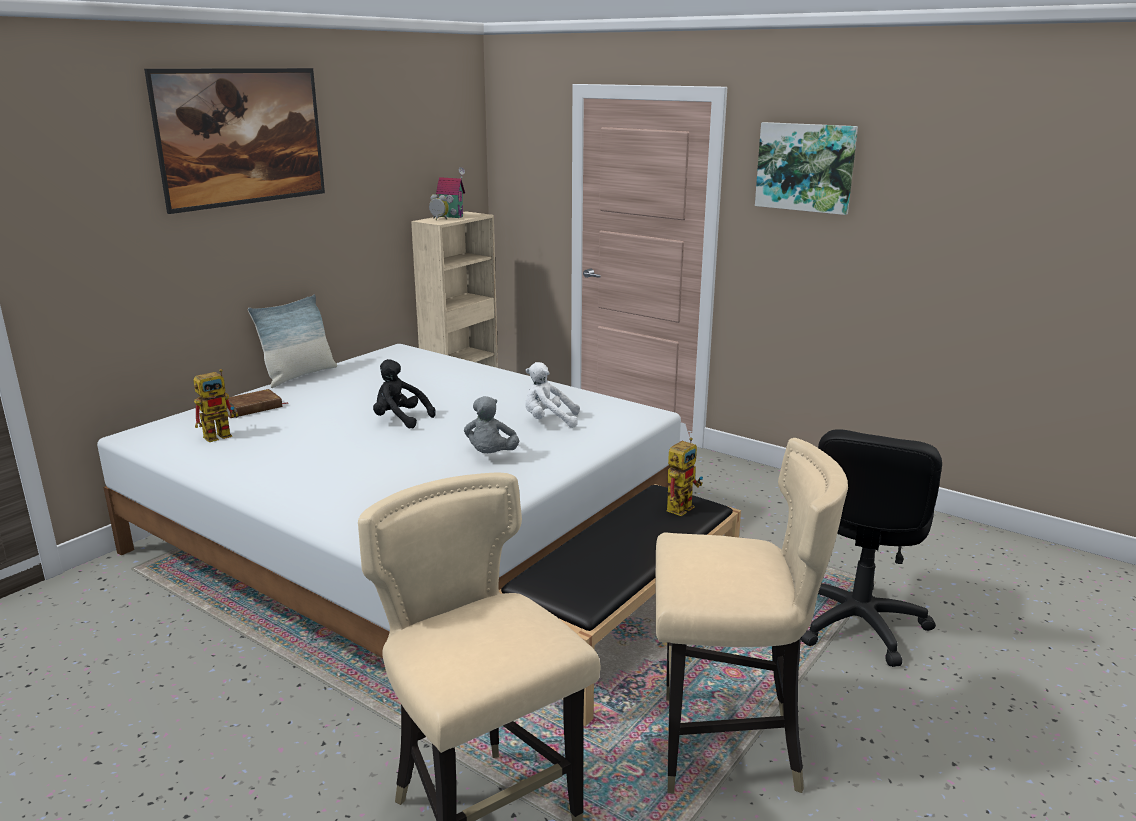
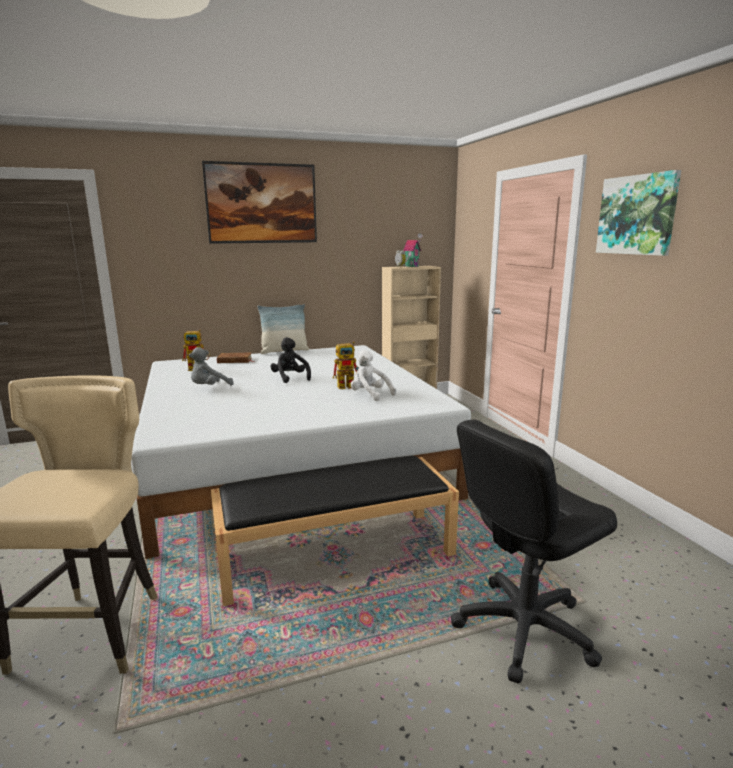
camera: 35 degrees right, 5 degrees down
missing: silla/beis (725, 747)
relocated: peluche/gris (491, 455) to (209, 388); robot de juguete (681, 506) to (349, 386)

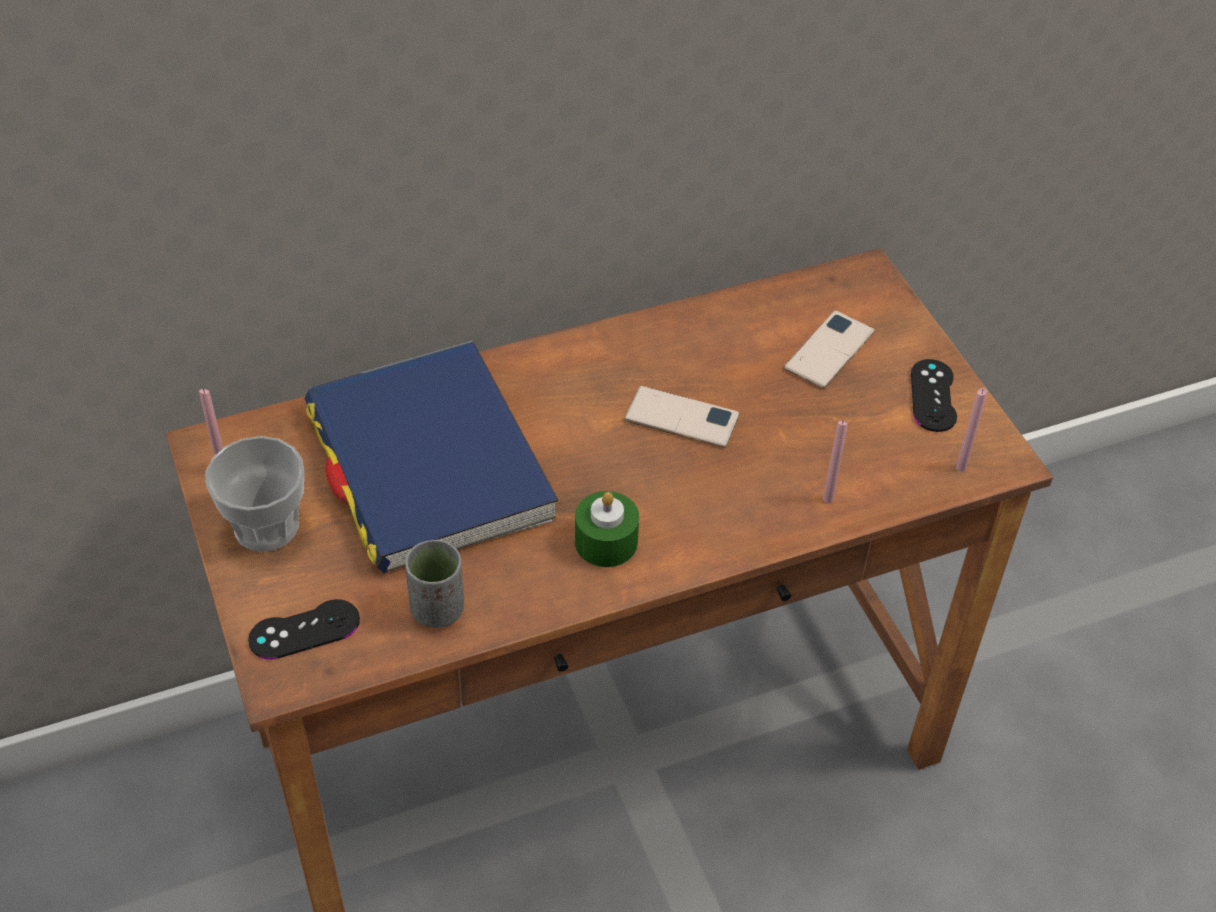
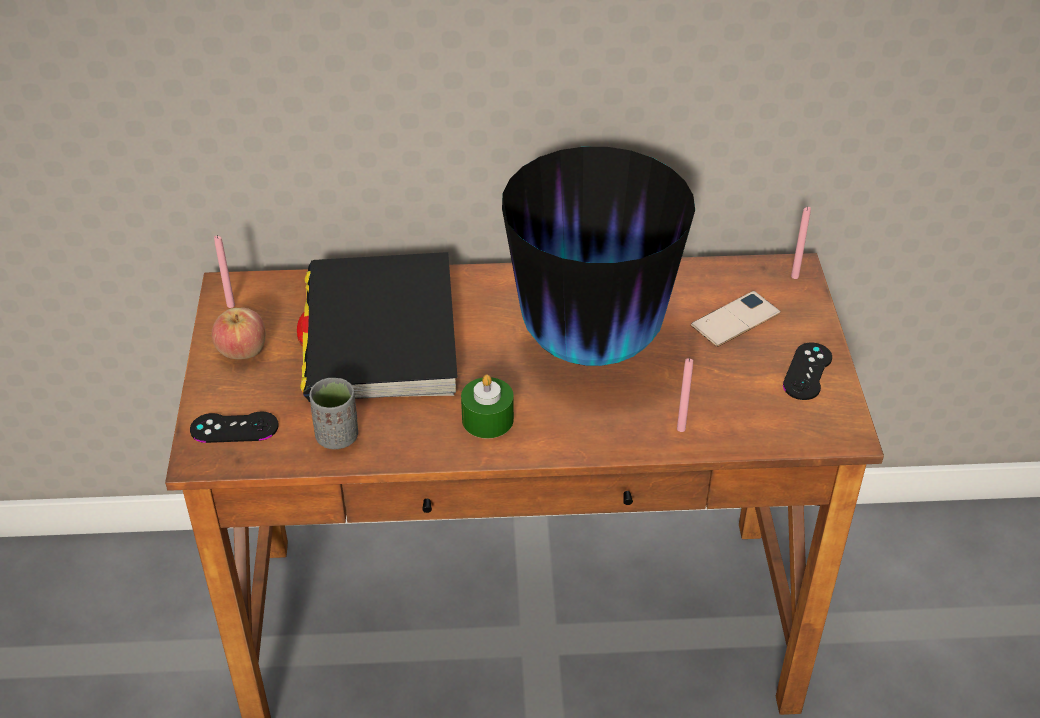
camera: 20 degrees right, 5 degrees down
relocated: vela/rosa (961, 468) to (794, 276)
exchanged: móvil (681, 418) to florero (590, 344); taza (266, 526) to manzana (242, 351)
colour: libro/azul (429, 463) to libro/negro (380, 334)

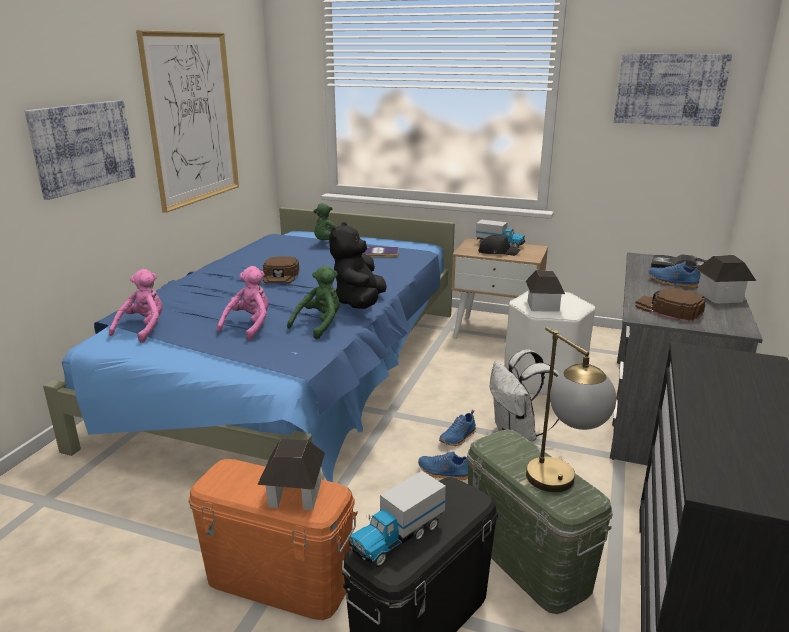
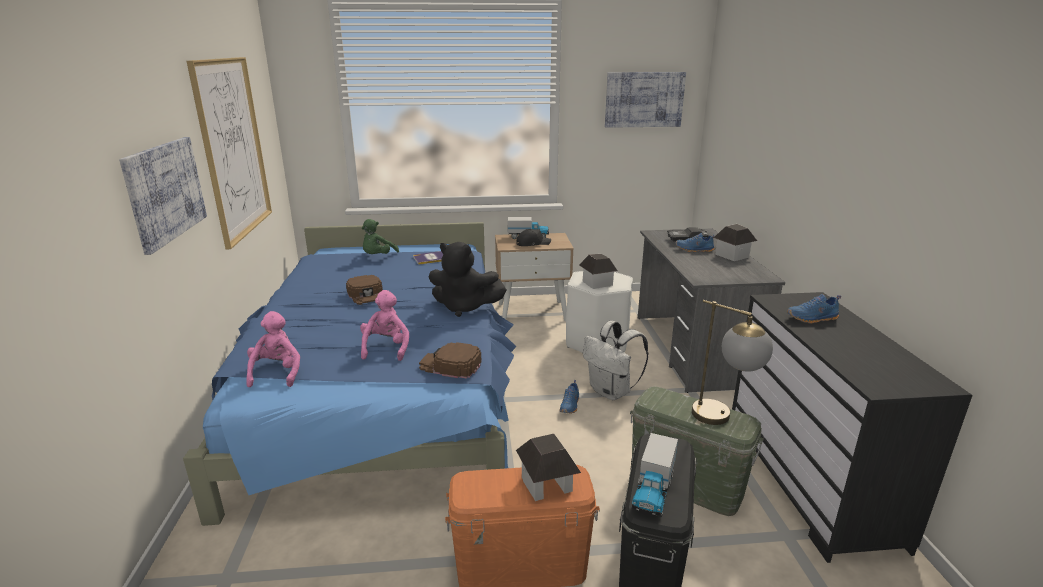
camera: 25 degrees left, 0 degrees up
missing: peluche/verde (319, 325)
relocated: gorra/marrón (669, 309) to (450, 365); zapato/azul (444, 473) to (812, 319)
spun: peluche/negro (359, 303) = (464, 307) 60 degrees counterclockwise

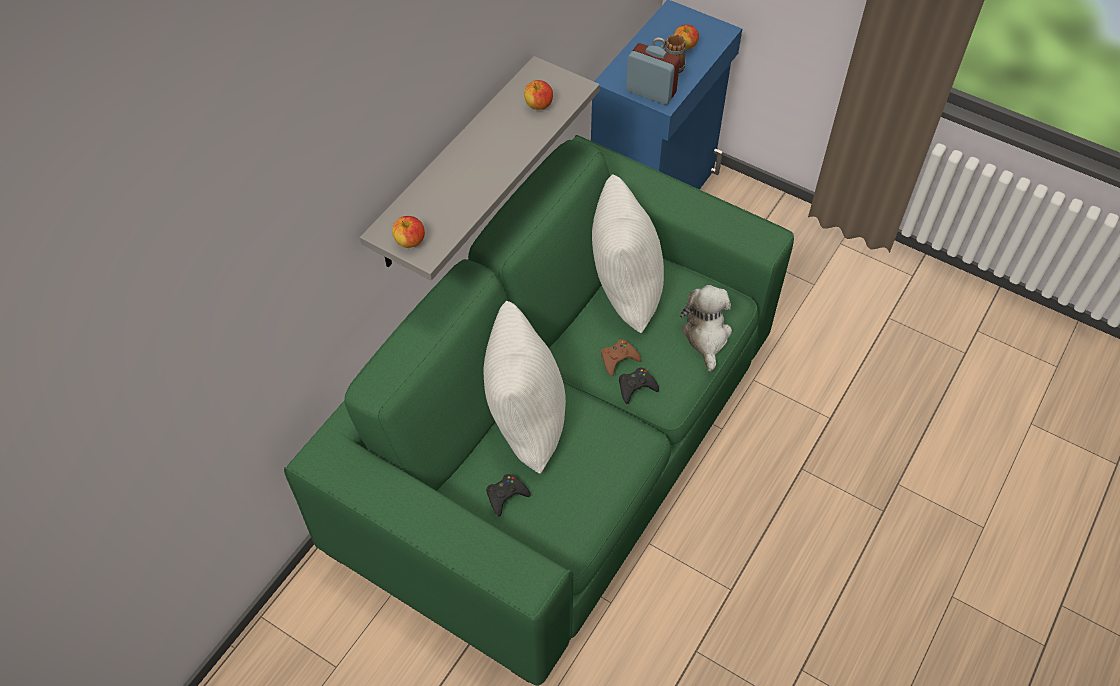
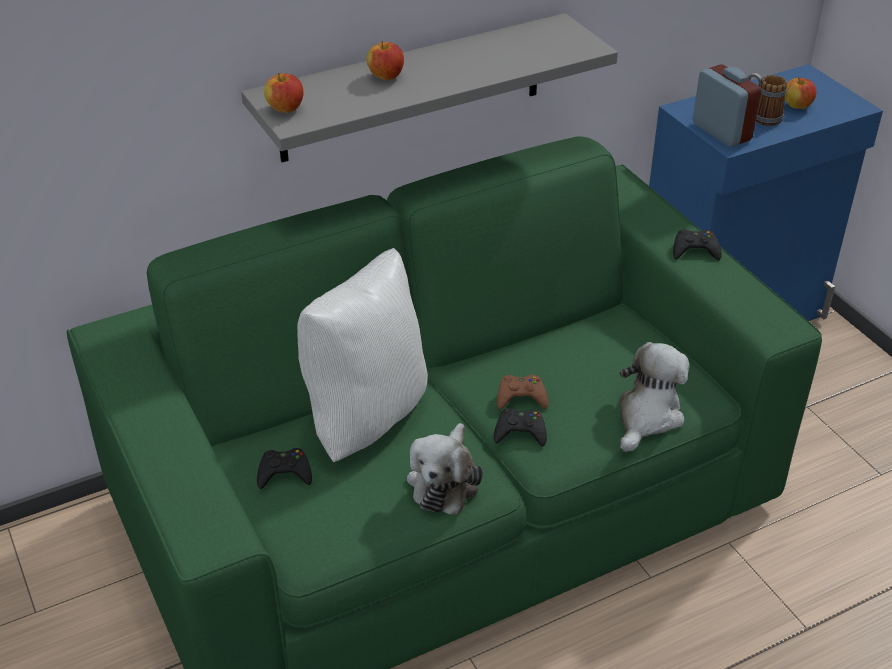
camera: 30 degrees right, 15 degrees down
missing: cojín/blanco (622, 292)
appeared: mando de consola/negro (695, 250); peluche (444, 481)
relocated: manzana (538, 105) to (386, 76)

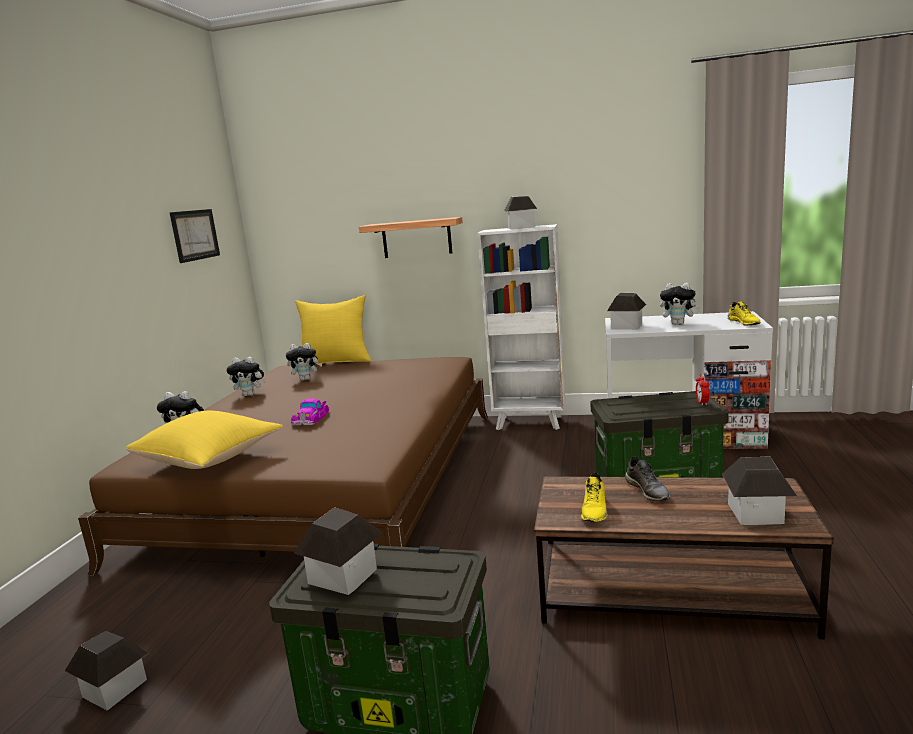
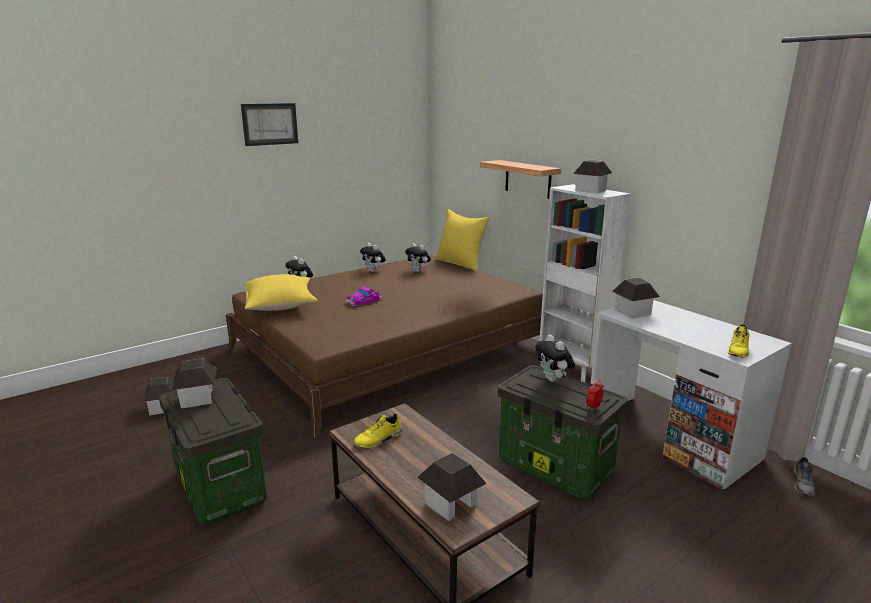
camera: 40 degrees right, 5 degrees up
relocated: cuadro (195, 235) to (270, 124); peluche (679, 324) to (553, 380); zapato/gris (648, 491) to (803, 484)

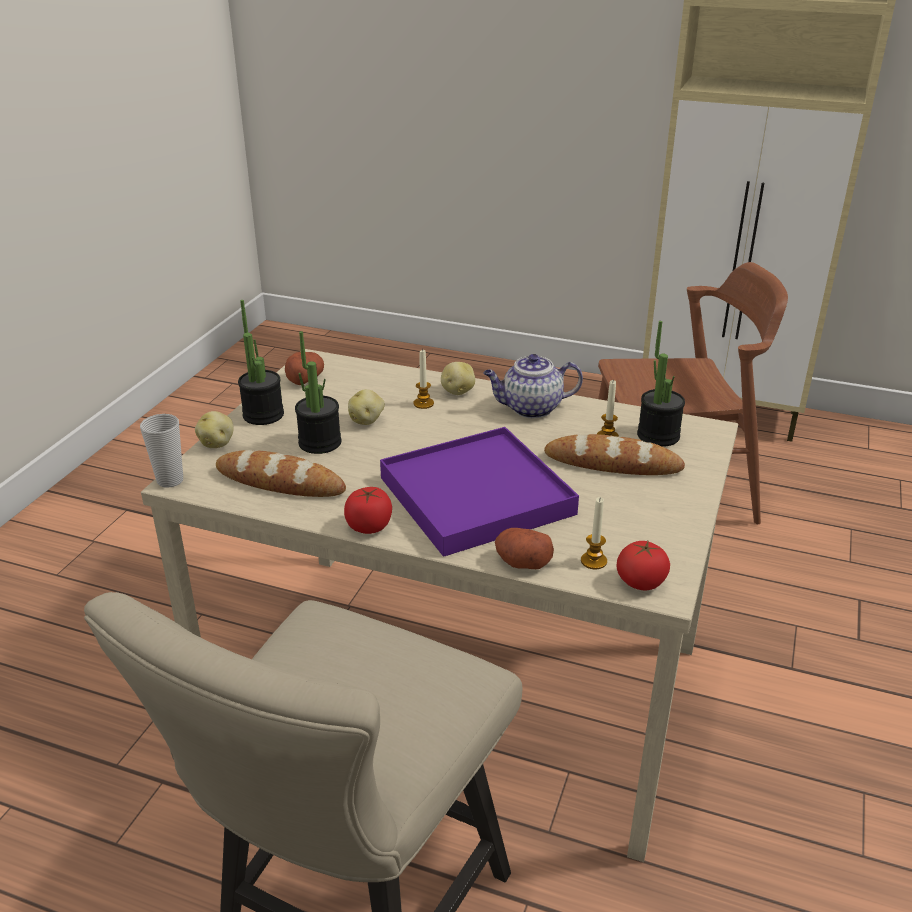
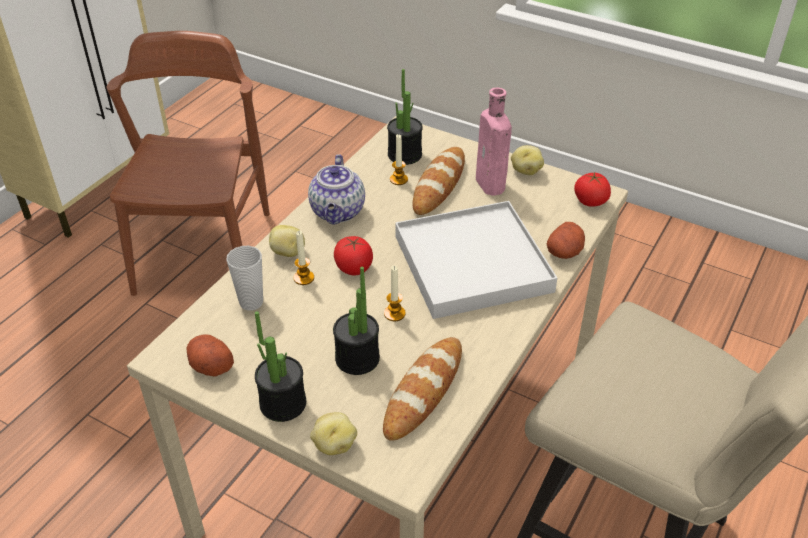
camera: 80 degrees left, 10 degrees up
appeared: botella/rosa (491, 185)
relocated: patata (367, 420) to (526, 170); taza (170, 480) to (251, 302); tomate (369, 526) to (354, 268); vela (593, 561) to (394, 313)
colour: bandeja/morado (477, 496) to bandeja/blanco (472, 263)

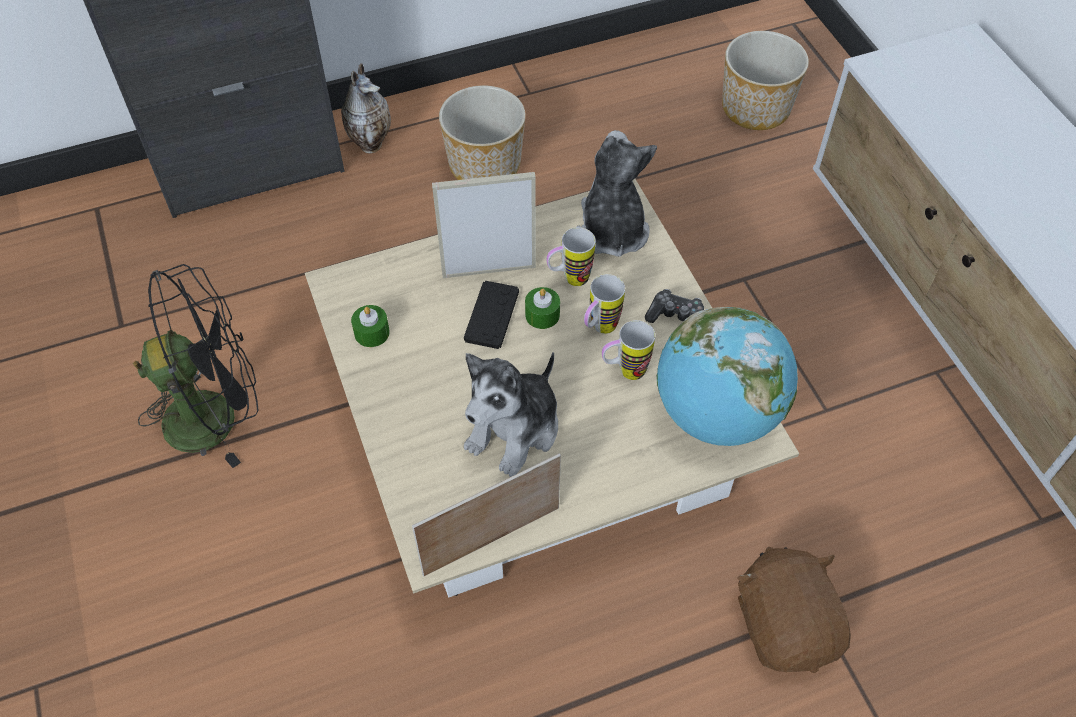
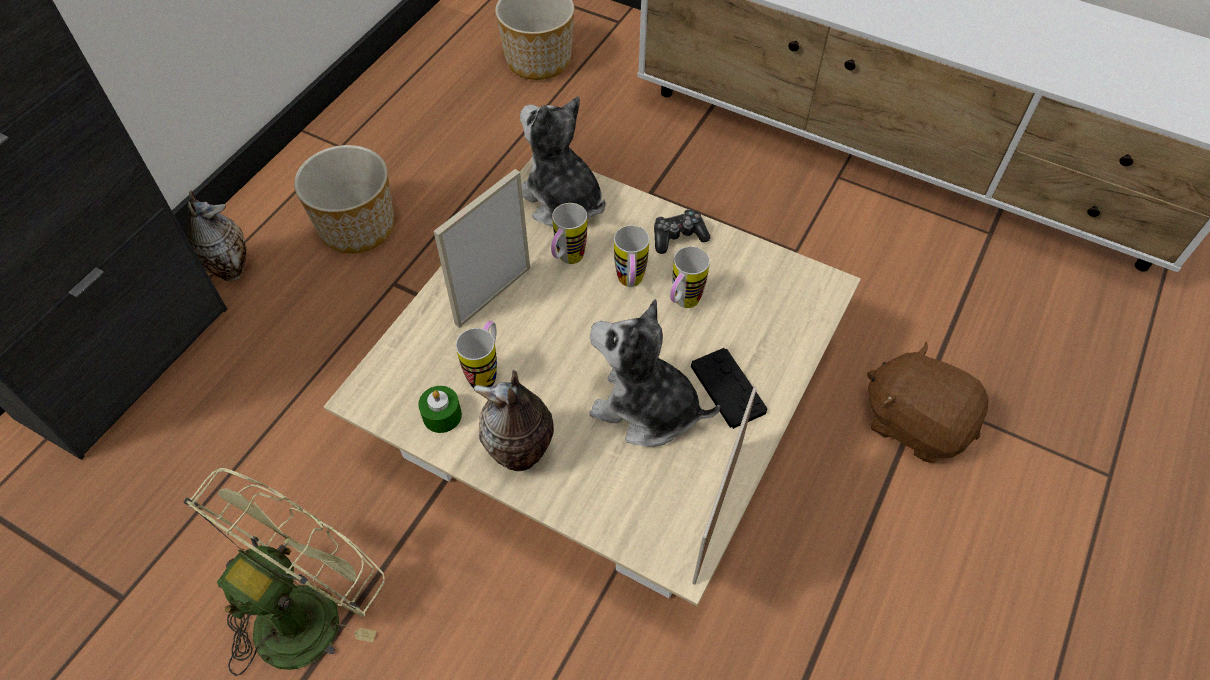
camera: 40 degrees left, 0 degrees up
missing: vela/verde (542, 315); globo terráqueo (717, 414)
appeared: taza grande (486, 372); florero (520, 456)
relocated: mando de consola/negro (492, 315) to (728, 388)
colour: ventilador/negro (216, 414) to ventilador/verde (308, 607)
spun: peluche (515, 430) = (646, 409) 120 degrees clockwise

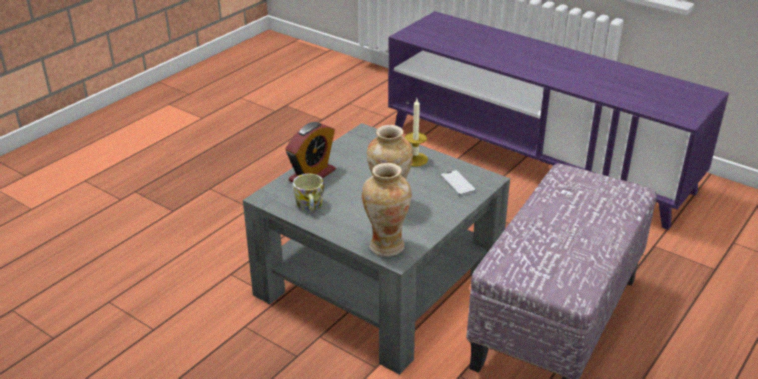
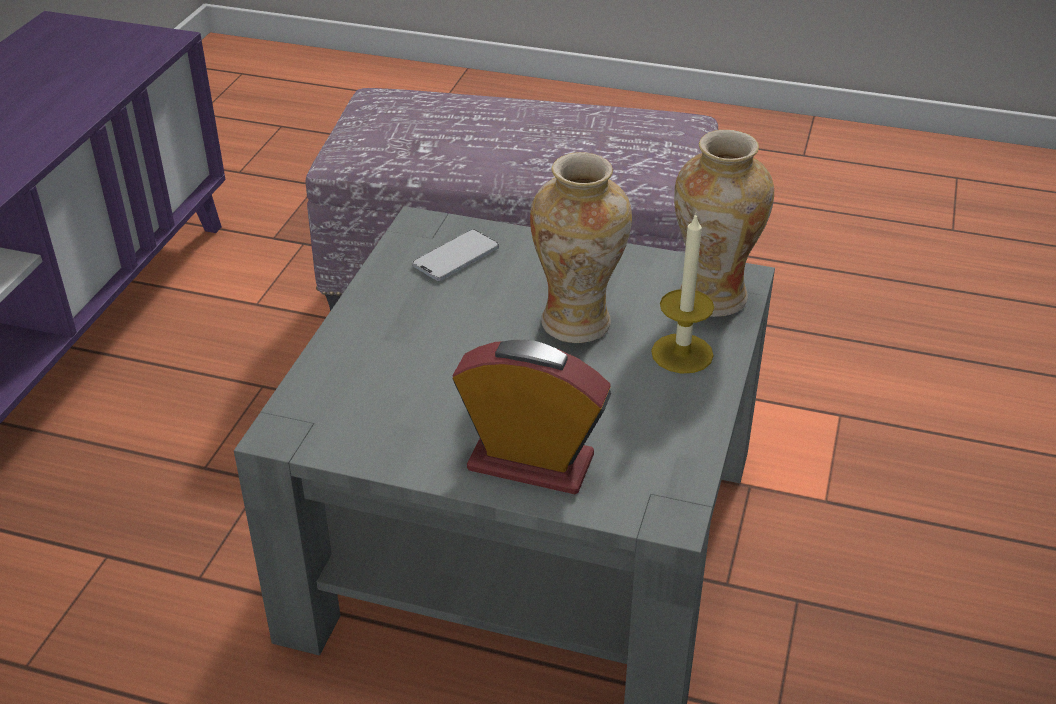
camera: 110 degrees left, 5 degrees up
missing: taza grande (310, 206)
relocated: vela (415, 159) to (682, 353)

